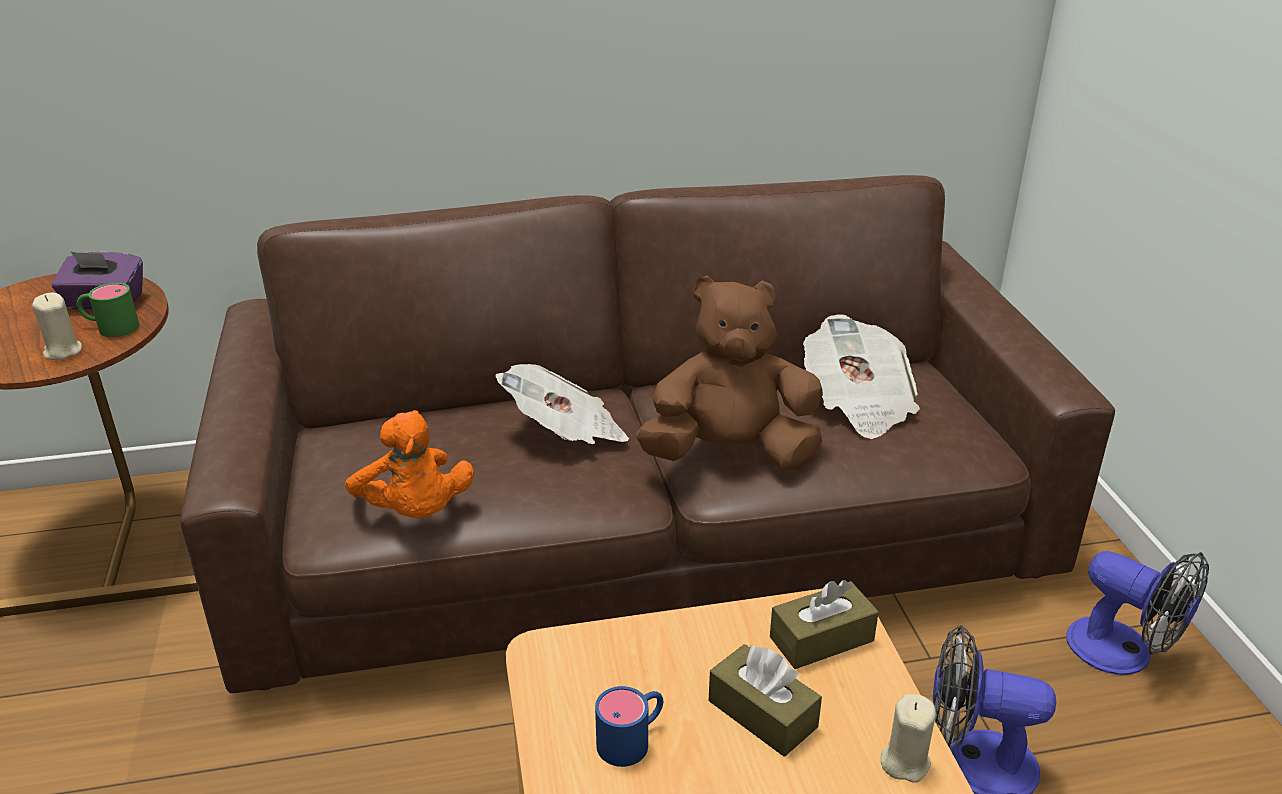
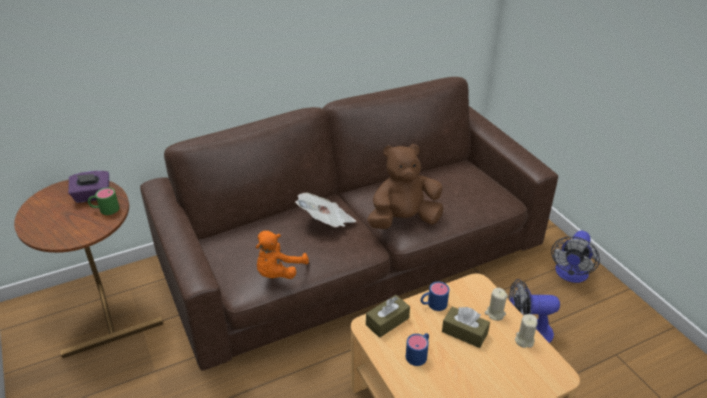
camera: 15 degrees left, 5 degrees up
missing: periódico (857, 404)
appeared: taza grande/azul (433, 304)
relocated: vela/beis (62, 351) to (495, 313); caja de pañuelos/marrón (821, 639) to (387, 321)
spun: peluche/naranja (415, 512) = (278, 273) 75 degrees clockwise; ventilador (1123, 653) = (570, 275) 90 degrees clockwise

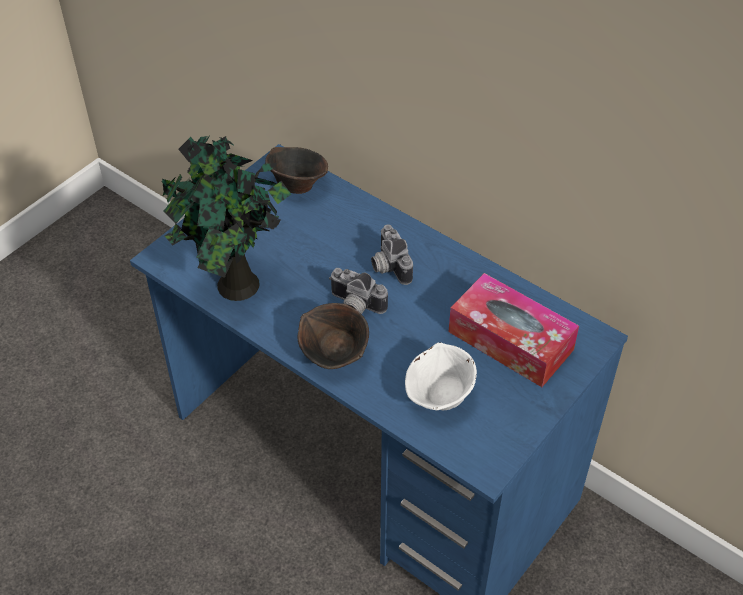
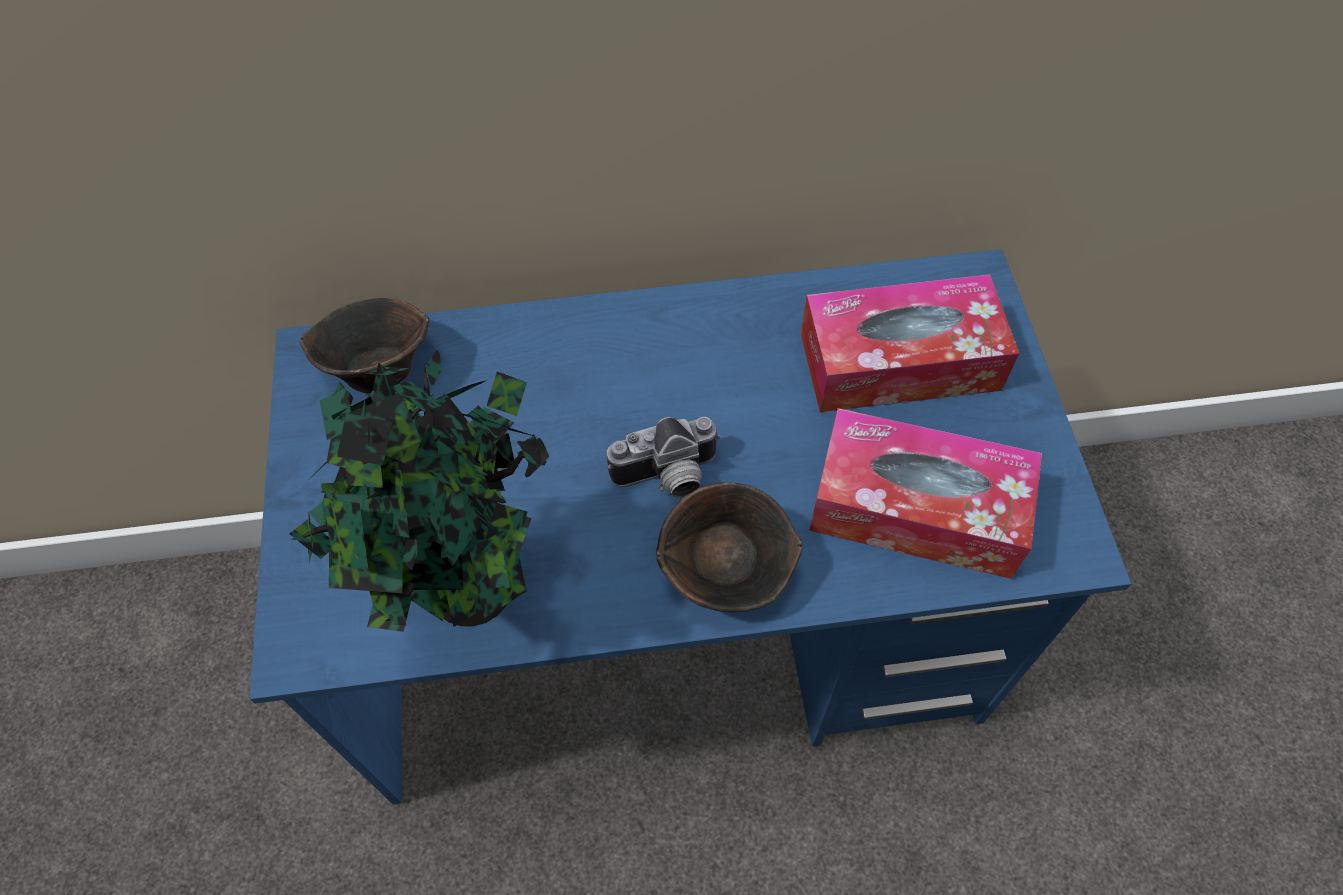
camera: 45 degrees left, 10 degrees up
missing: cámara (387, 266)
exchanged: cuenco/blanco (439, 397) to caja de pañuelos (917, 508)

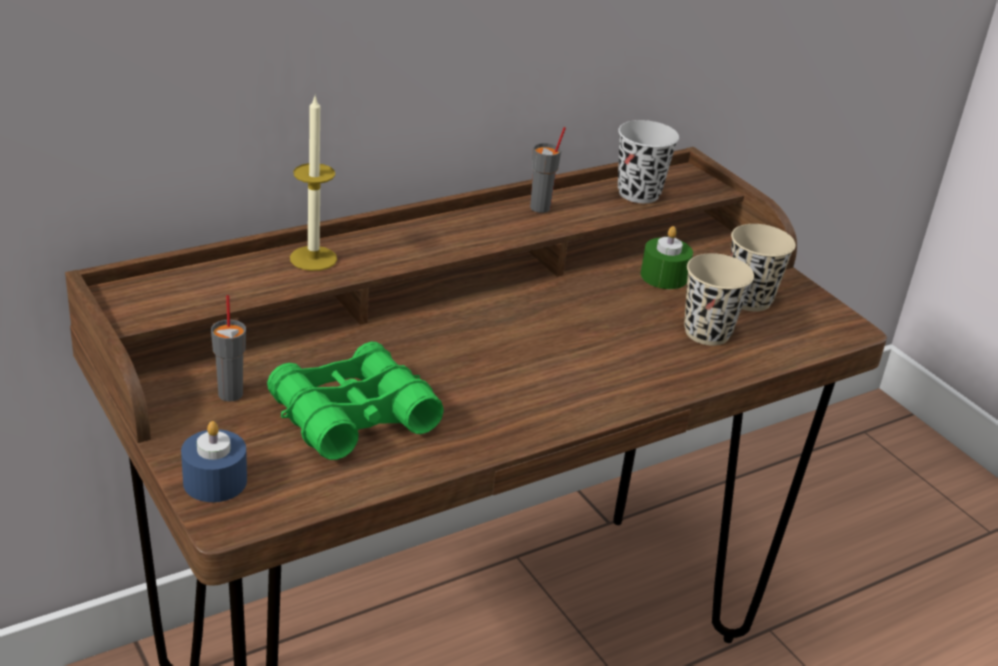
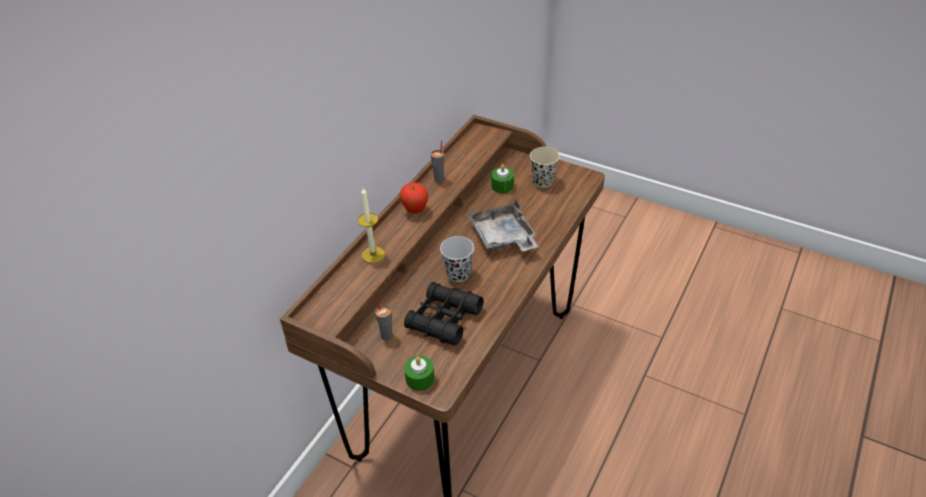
camera: 25 degrees left, 10 degrees up
missing: taza/beis (707, 333)
appeared: manzana (415, 210); bandeja/gris (503, 237)
relocated: taza/negro (638, 193) to (458, 274)
colour: prismáticos/verde (352, 416) to prismáticos/negro (443, 319); vela/azul (215, 481) to vela/verde (420, 378)

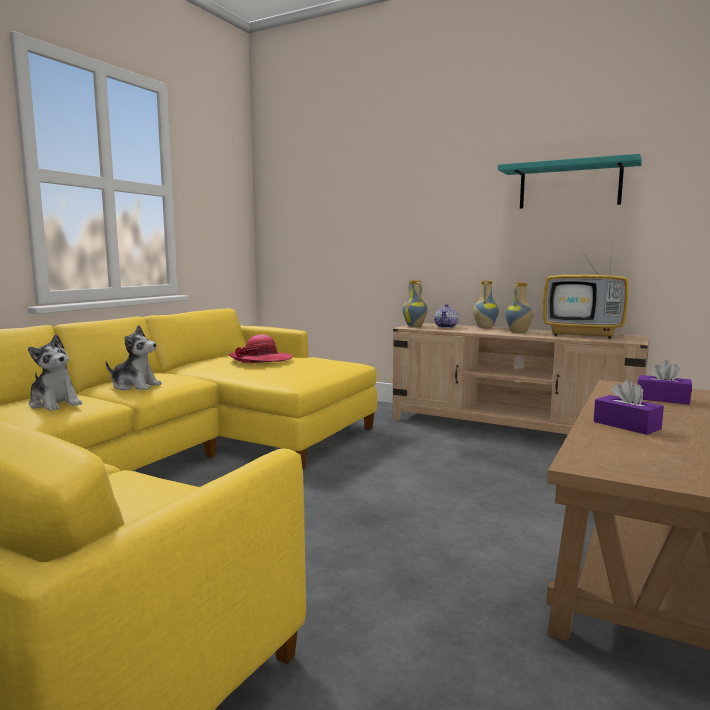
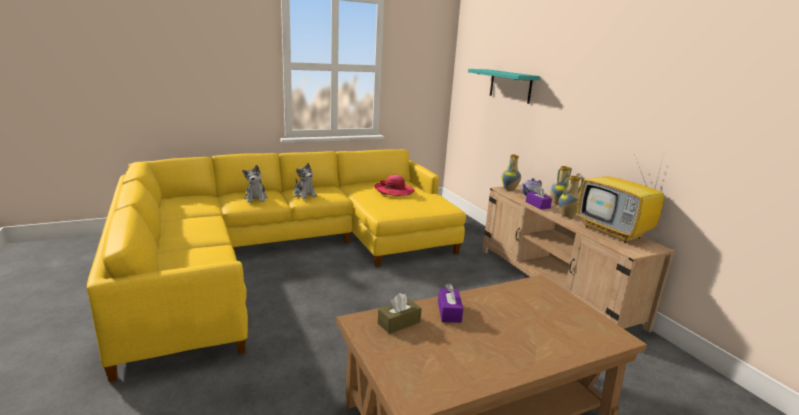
camera: 35 degrees right, 10 degrees up
appeared: caja de pañuelos/marrón (399, 323)
relocated: estante/turquesa (569, 185) to (510, 86); caja de pañuelos/morado (662, 399) to (537, 205)

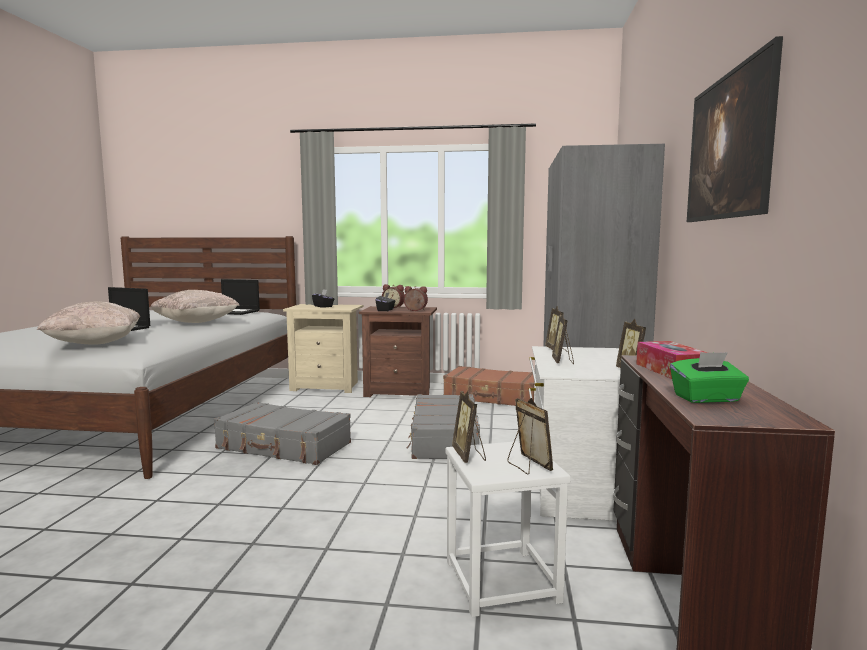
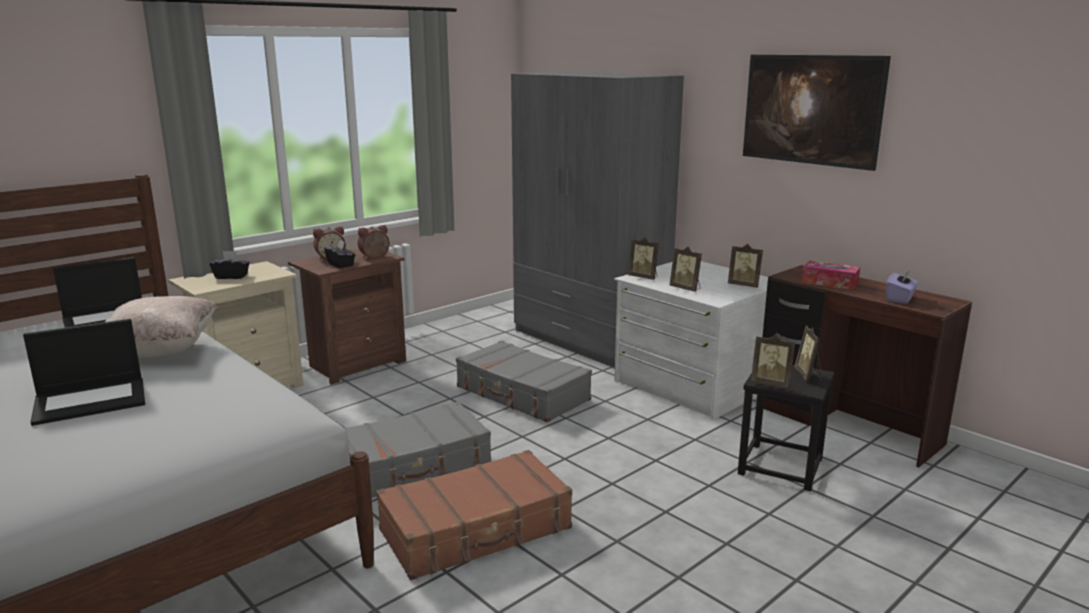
camera: 50 degrees left, 10 degrees up
missing: cojín/beis (95, 343)
relocated: maleta/marrón (493, 397) to (476, 530)
colour: caja de pañuelos/verde (707, 398) to caja de pañuelos/morado (900, 299); taburete/blanco (500, 581) to taburete/negro (780, 467)
spun: portarretratos (527, 466) = (808, 376) 105 degrees counterclockwise

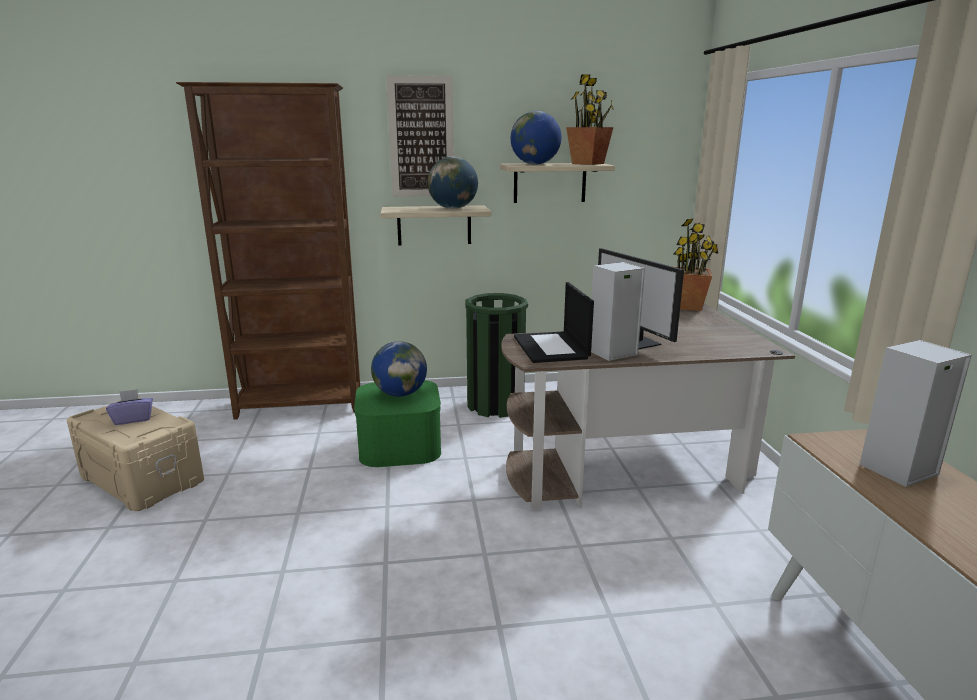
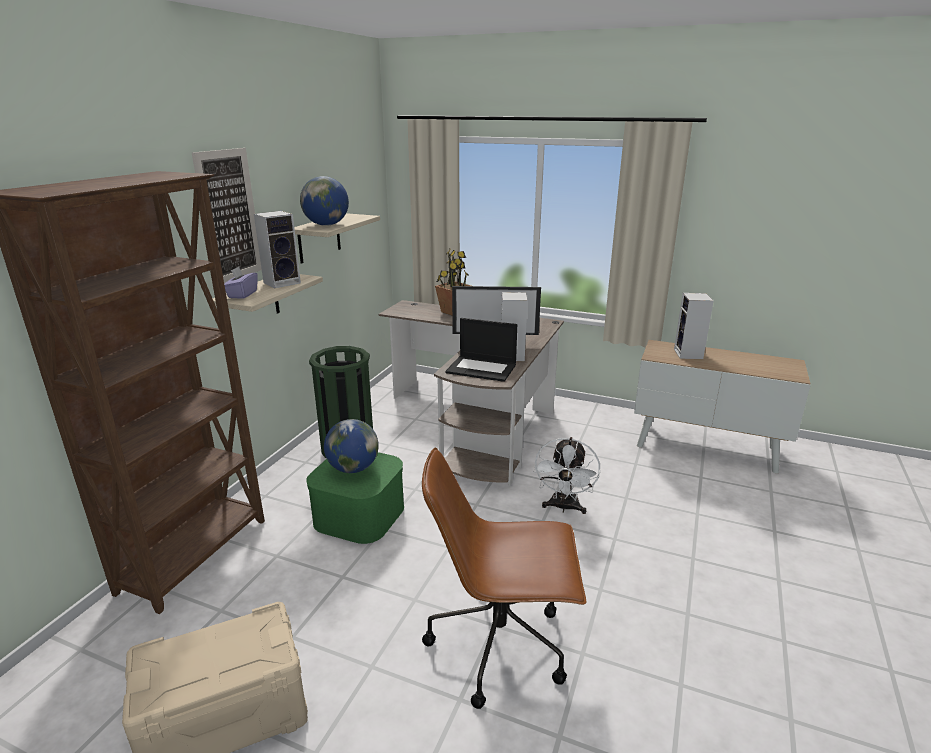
camera: 60 degrees left, 5 degrees up
missing: planta en maceta (588, 163)
appeared: ventilador/blanco (564, 507); silla de oficina/marrón (501, 644)
relocated: caja de pañuelos/morado (133, 419) to (242, 294)
exchanged: globo terráqueo (453, 208) to altavoz (283, 282)

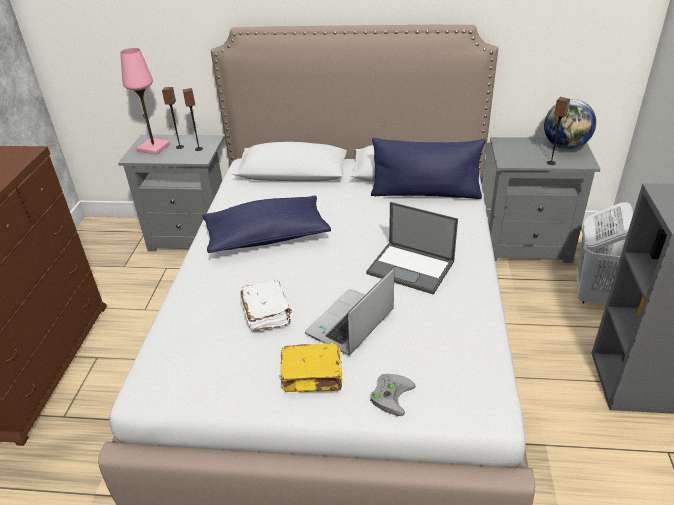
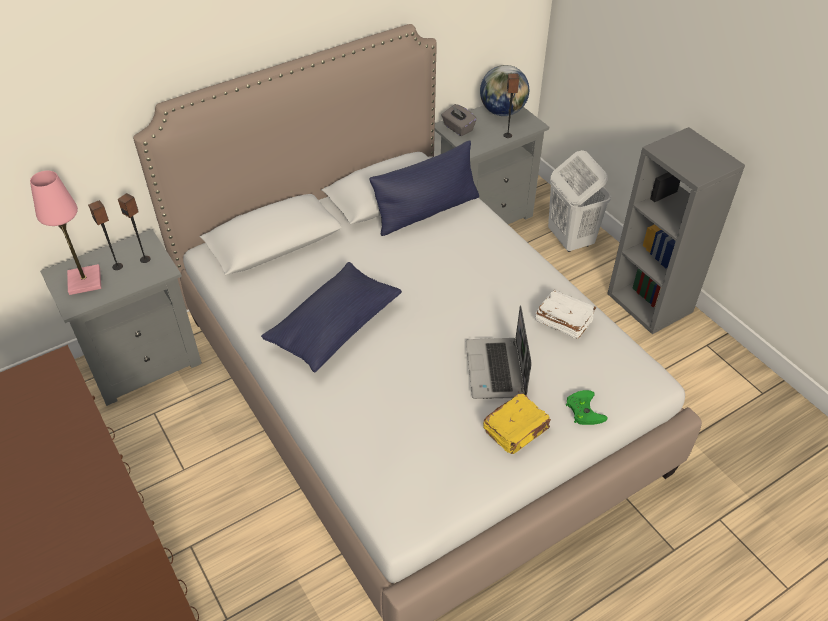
camera: 40 degrees left, 10 degrees up
missing: portátil (411, 268)
appeared: caja de pañuelos/gris (458, 128)
relocated: libro/blanco (267, 312) to (563, 321)
colour: mando de consola/gris (390, 394) to mando de consola/verde (583, 409)

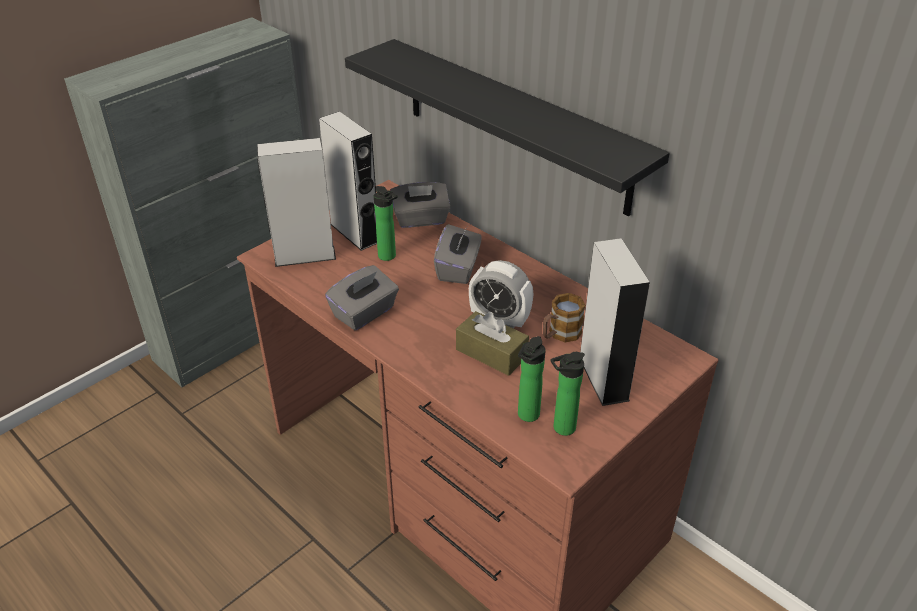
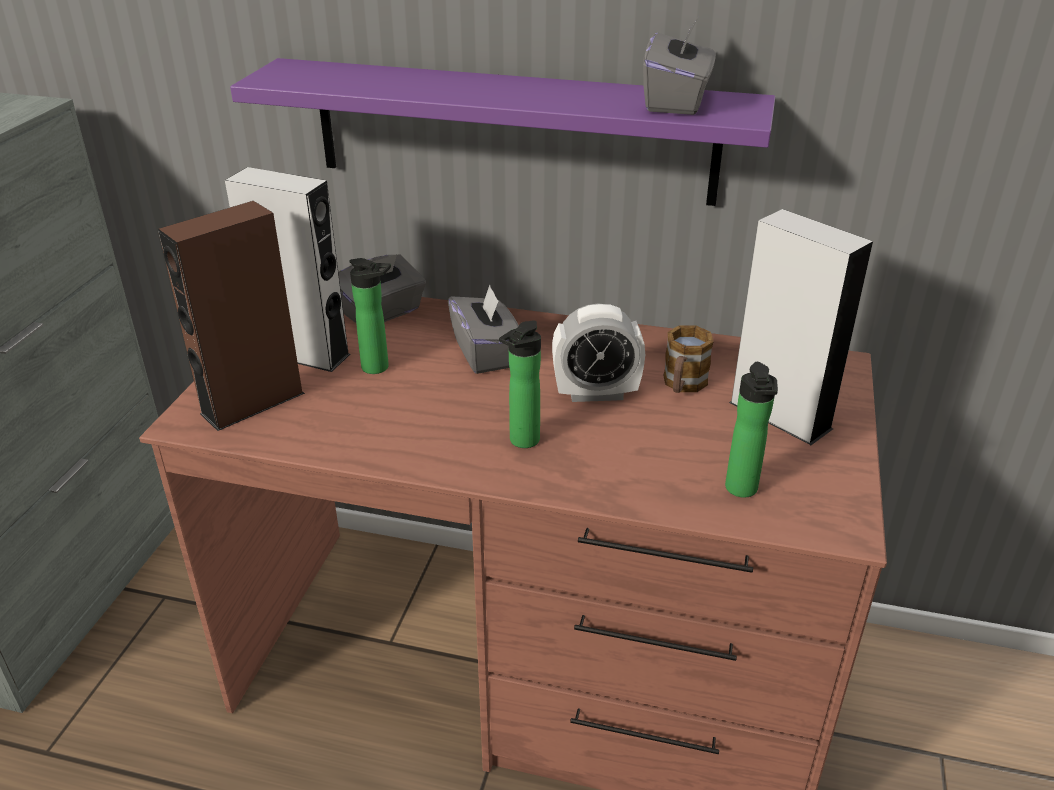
camera: 30 degrees left, 5 degrees down
missing: caja de pañuelos/marrón (491, 353)
relocated: caja de pañuelos/gris (364, 313) to (676, 102); botella (561, 428) to (521, 442)
colour: estante/negro (514, 125) to estante/morado (513, 131); altavoz/gris (304, 256) to altavoz/marrón (252, 403)

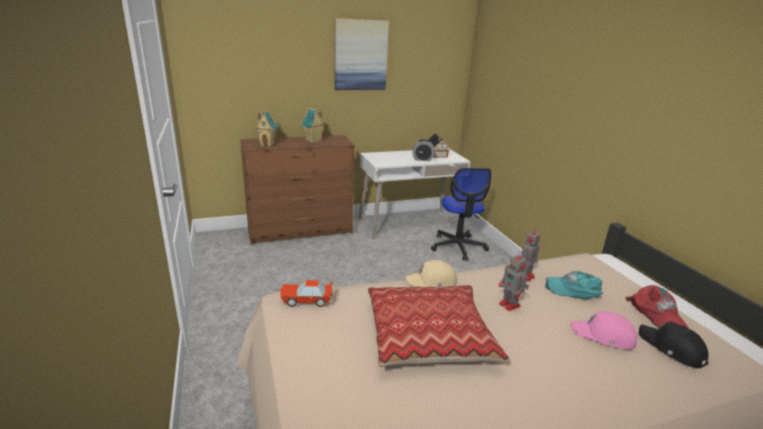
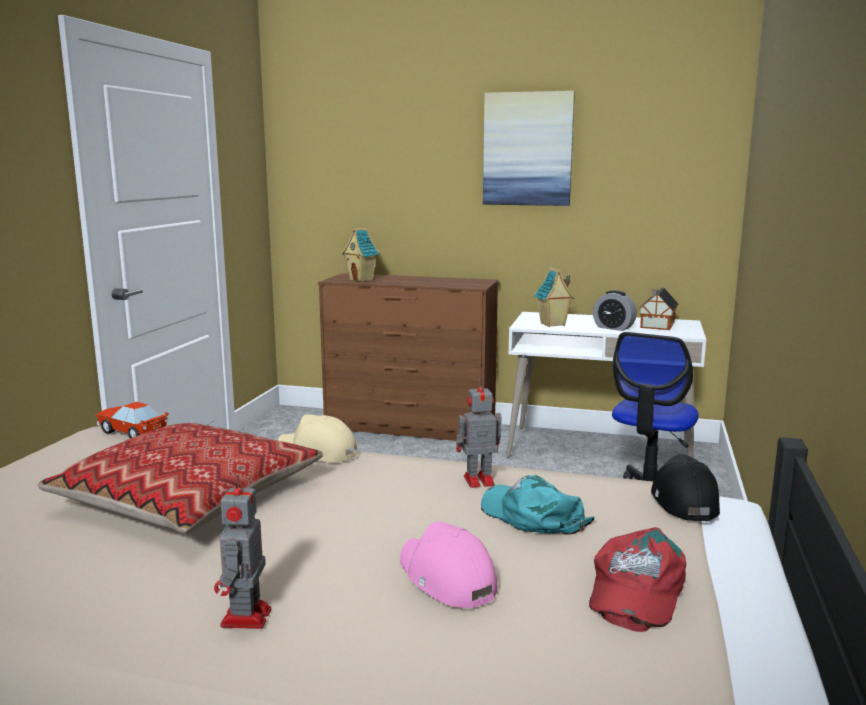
camera: 35 degrees right, 10 degrees down
relocated: casita (313, 141) to (552, 325); robot de juguete (510, 305) to (245, 619); gorra/negro (671, 348) to (682, 500)

